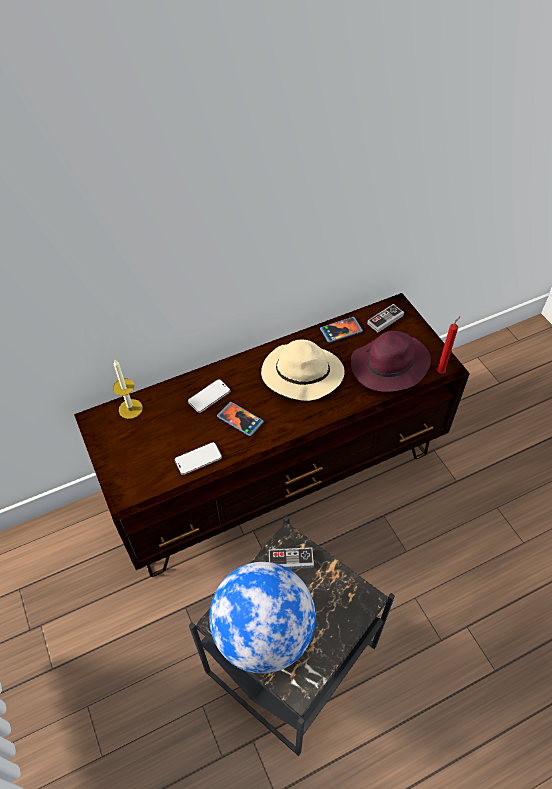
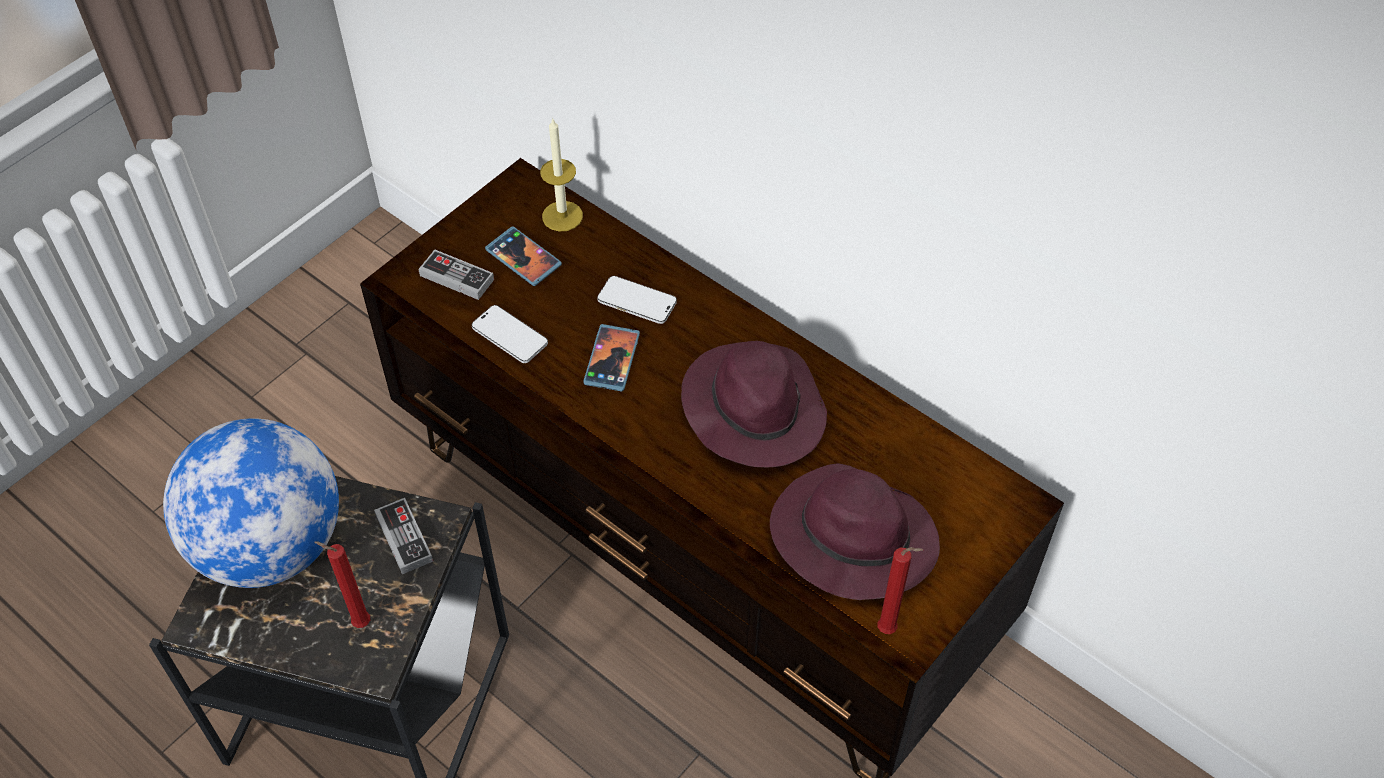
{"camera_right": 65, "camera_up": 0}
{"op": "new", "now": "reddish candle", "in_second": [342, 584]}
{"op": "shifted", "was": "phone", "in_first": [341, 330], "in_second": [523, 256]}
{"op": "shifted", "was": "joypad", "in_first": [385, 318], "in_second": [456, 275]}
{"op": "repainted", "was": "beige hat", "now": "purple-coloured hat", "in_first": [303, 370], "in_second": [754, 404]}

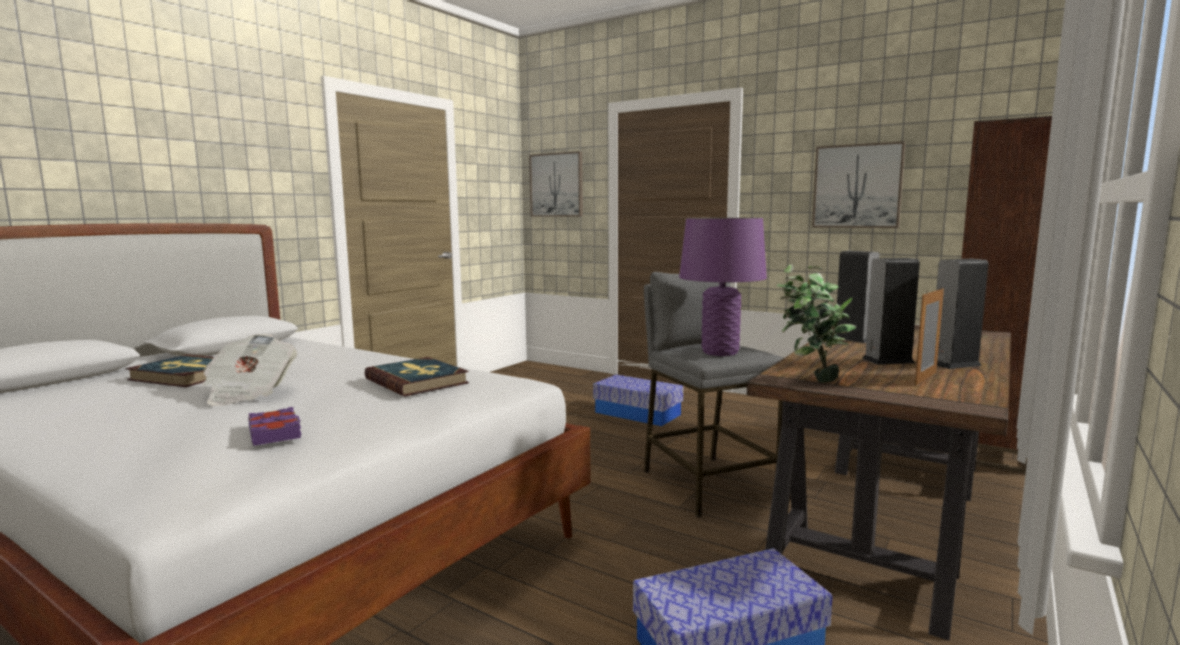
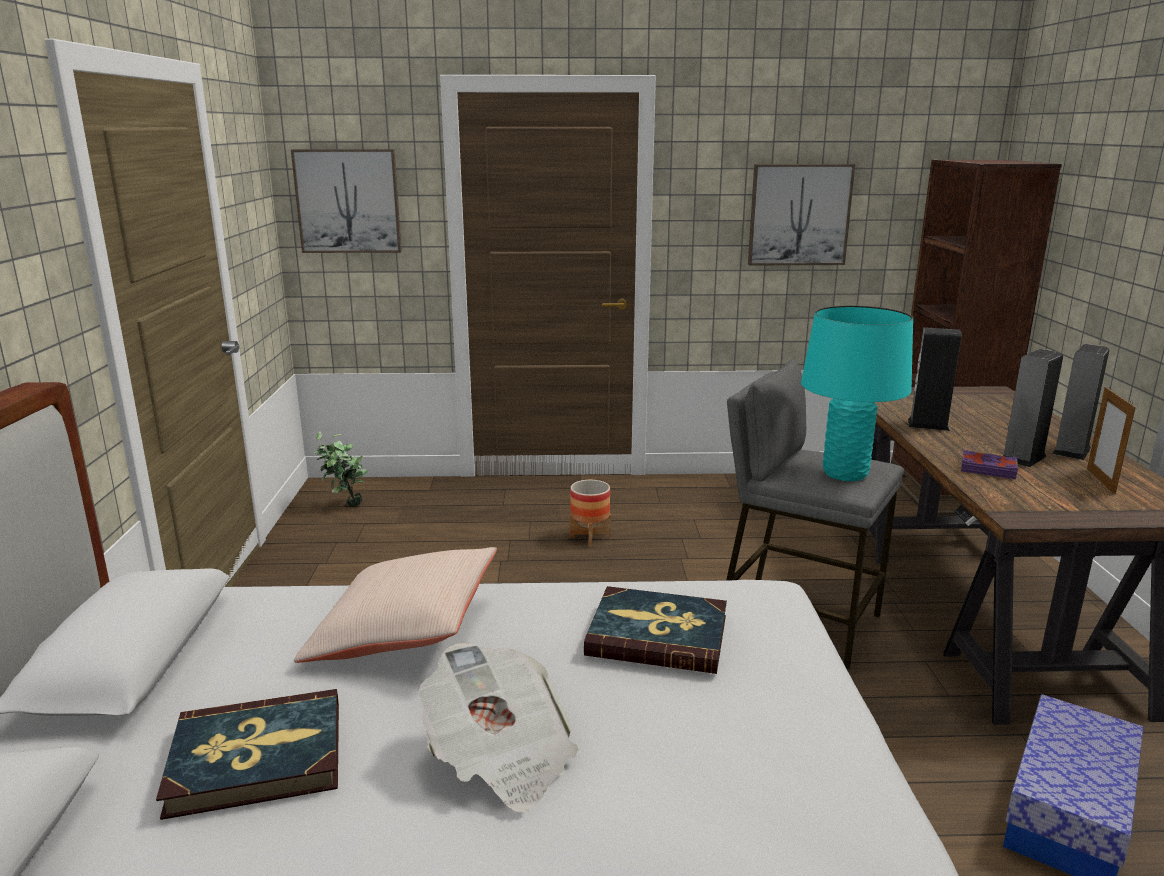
{"camera_right": -35, "camera_up": 10}
{"op": "new", "now": "beige cushion", "in_second": [395, 605]}
{"op": "shifted", "was": "purple-coloured volume", "in_first": [274, 426], "in_second": [989, 464]}
{"op": "shifted", "was": "houseplant", "in_first": [816, 323], "in_second": [340, 469]}
{"op": "swapped", "was": "storage container", "now": "flower pot", "in_first": [638, 400], "in_second": [590, 513]}
{"op": "repainted", "was": "purple-coloured table lamp", "now": "turquoise table lamp", "in_first": [723, 287], "in_second": [857, 393]}

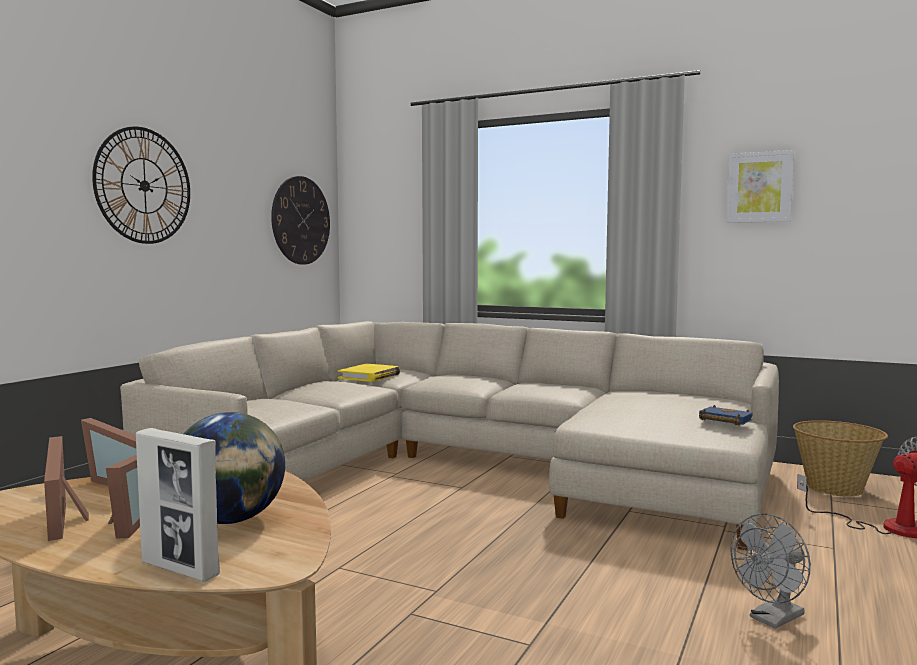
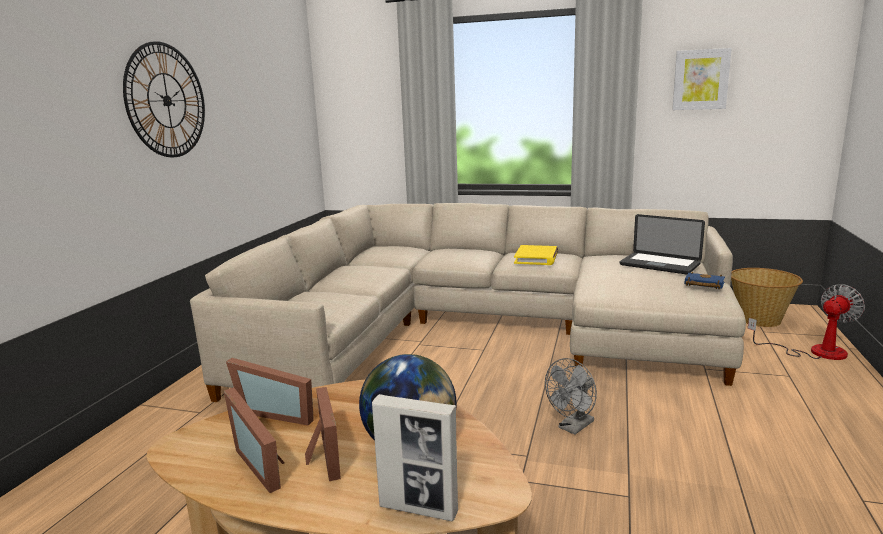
{"camera_right": -10, "camera_up": 10}
{"op": "gone", "was": "wall clock", "in_first": [300, 220]}
{"op": "new", "now": "laptop", "in_second": [662, 244]}
{"op": "shifted", "was": "yellow-coloured volume", "in_first": [369, 372], "in_second": [536, 255]}
{"op": "shifted", "was": "greyish fan", "in_first": [770, 571], "in_second": [571, 396]}

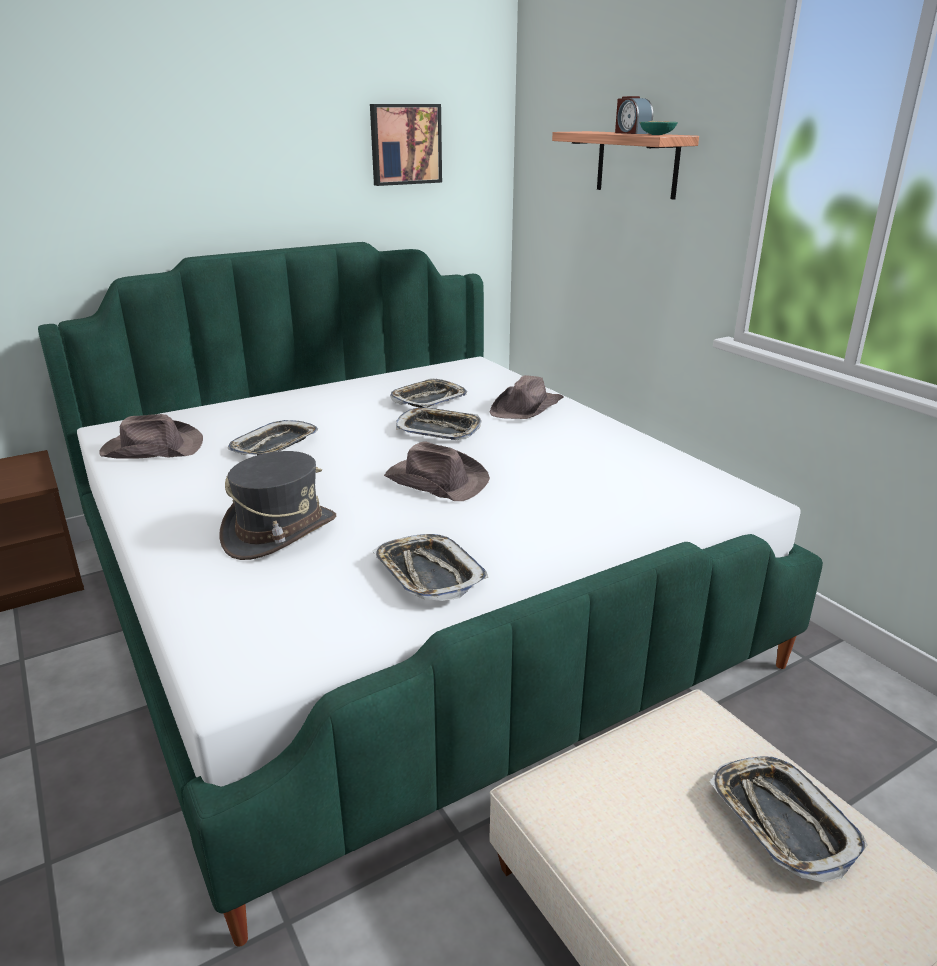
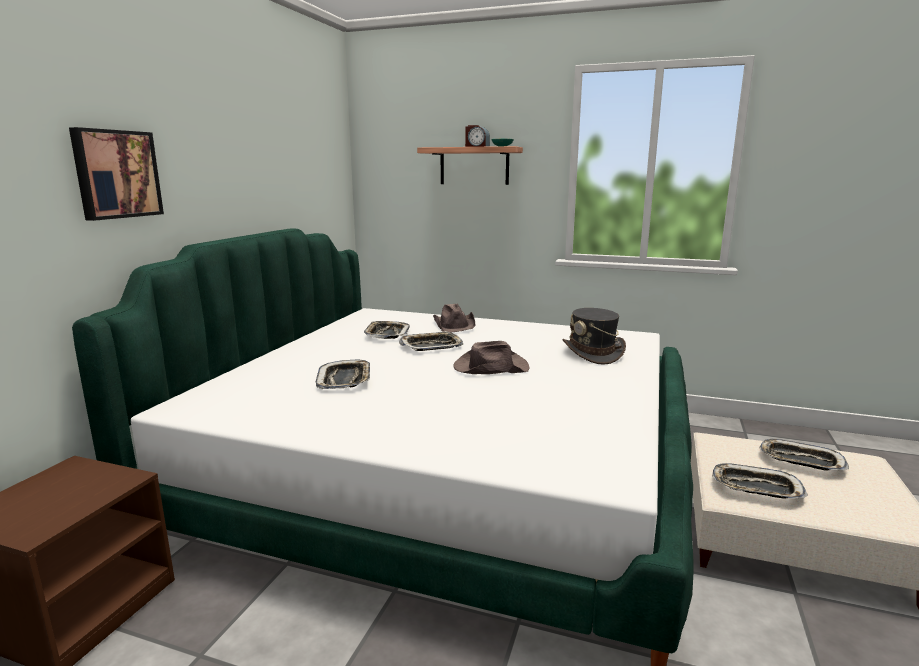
{"camera_right": -40, "camera_up": -10}
{"op": "gone", "was": "brown hat", "in_first": [151, 436]}
{"op": "shifted", "was": "greyish hat", "in_first": [277, 505], "in_second": [594, 336]}
{"op": "shifted", "was": "wall art", "in_first": [406, 145], "in_second": [116, 174]}
{"op": "shifted", "was": "serving tray", "in_first": [430, 567], "in_second": [760, 481]}

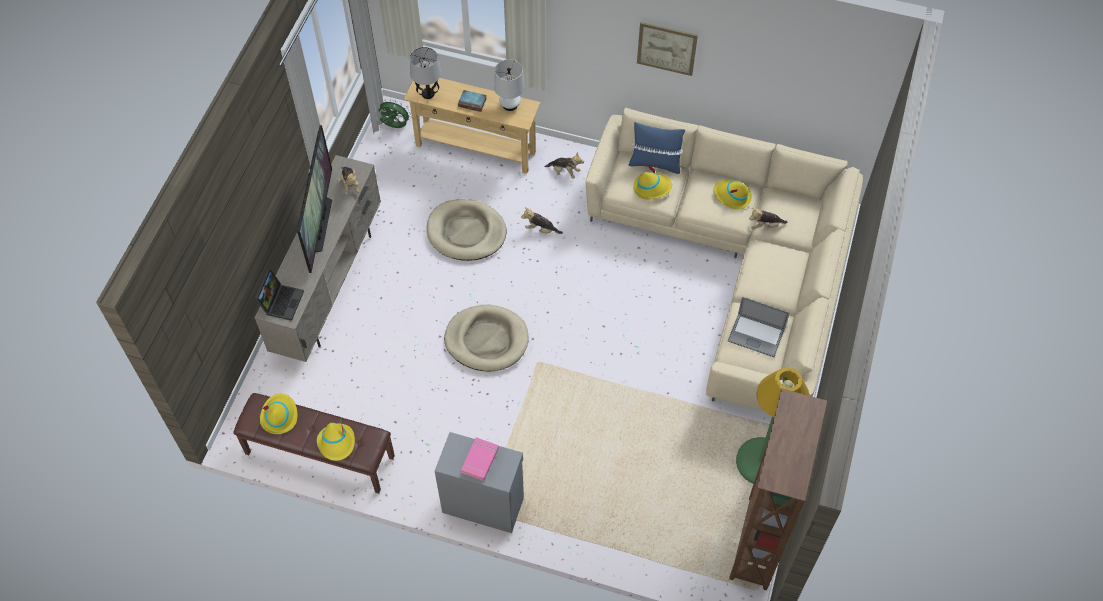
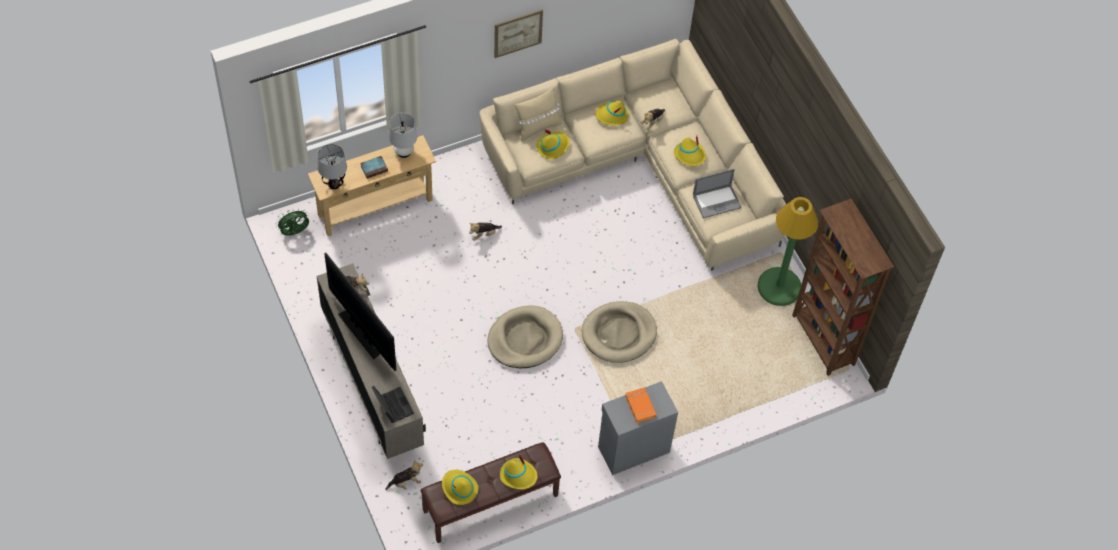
{"camera_right": -45, "camera_up": 0}
{"op": "new", "now": "yellow-coloured hat", "in_second": [690, 151]}
{"op": "shifted", "was": "beige dog cushion", "in_first": [466, 230], "in_second": [619, 332]}
{"op": "shifted", "was": "soft toy", "in_first": [564, 165], "in_second": [404, 475]}
{"op": "repainted", "was": "pink-coloured volume", "now": "orange-coloured volume", "in_first": [480, 459], "in_second": [640, 405]}
{"op": "repainted", "was": "blue-coloured cushion", "now": "beige cushion", "in_first": [656, 148], "in_second": [538, 114]}

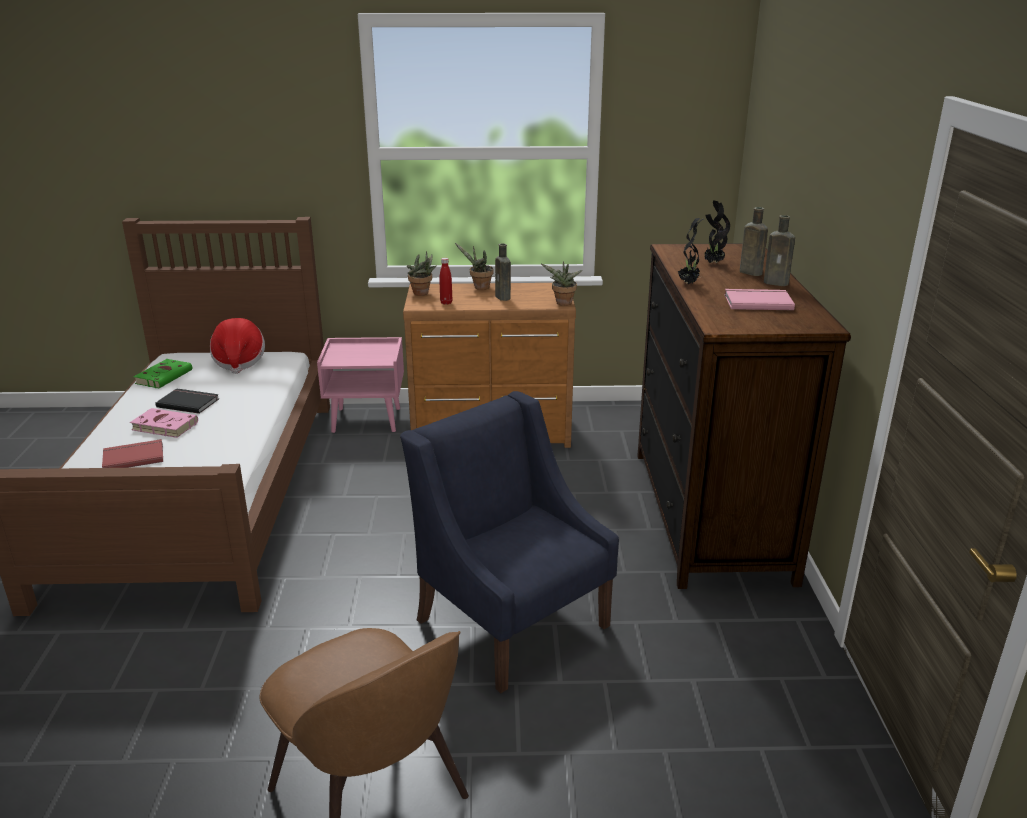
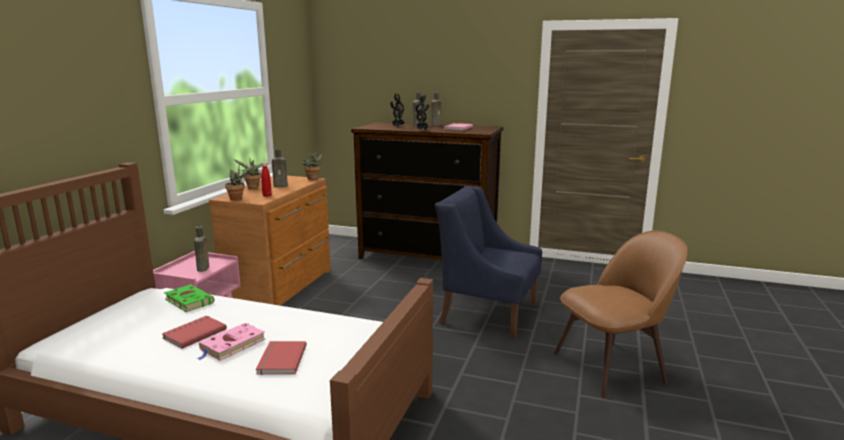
{"camera_right": -70, "camera_up": -10}
{"op": "gone", "was": "hat", "in_first": [237, 346]}
{"op": "new", "now": "brown drink bottle", "in_second": [201, 249]}
{"op": "shifted", "was": "green-coloured volume", "in_first": [163, 373], "in_second": [189, 298]}
{"op": "repainted", "was": "black volume", "now": "reddish volume", "in_first": [187, 401], "in_second": [194, 332]}
{"op": "rotated", "was": "blue-coloured armchair", "in_first": [509, 542], "in_second": [488, 262], "clockwise": 45}

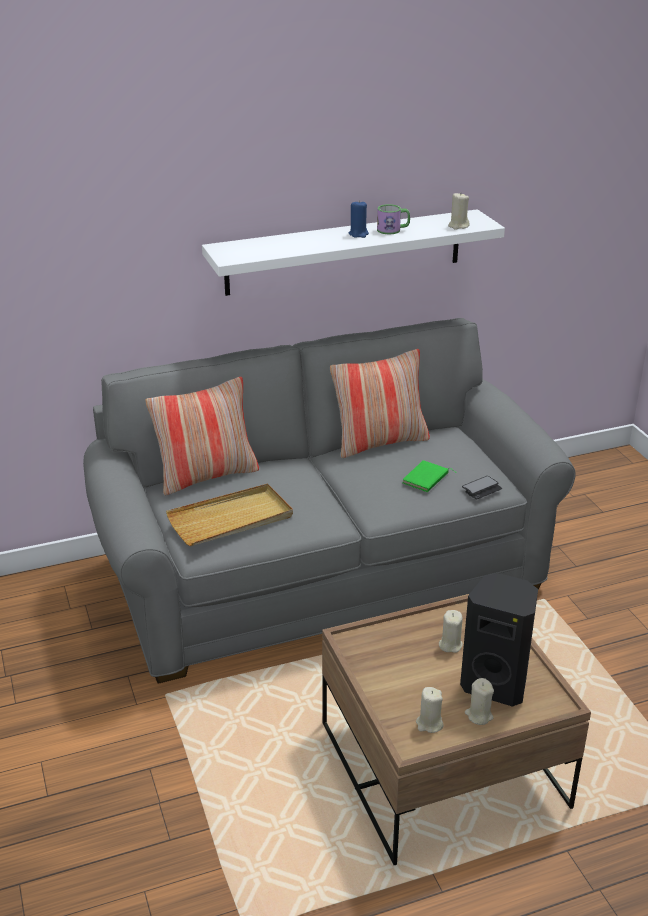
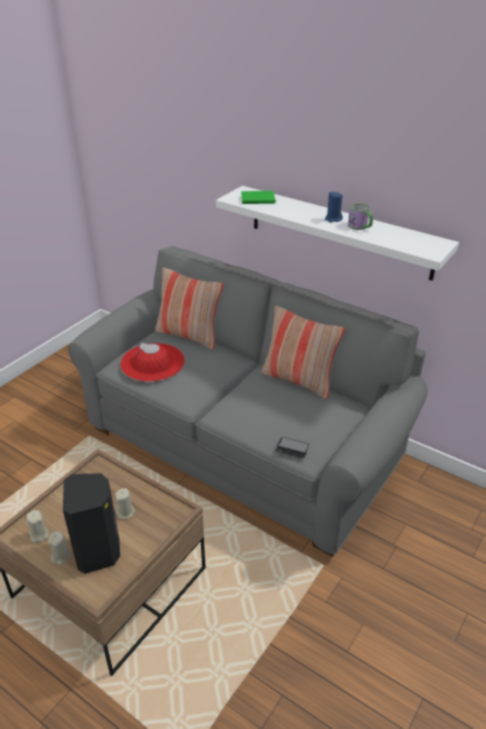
{"camera_right": 55, "camera_up": 5}
{"op": "gone", "was": "beige candle", "in_first": [459, 211]}
{"op": "shifted", "was": "green-coloured volume", "in_first": [429, 476], "in_second": [258, 197]}
{"op": "swapped", "was": "beige serving tray", "now": "reddish hat", "in_first": [229, 515], "in_second": [152, 362]}

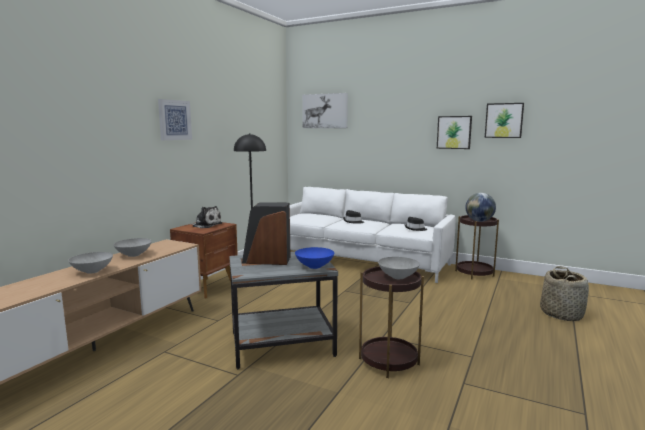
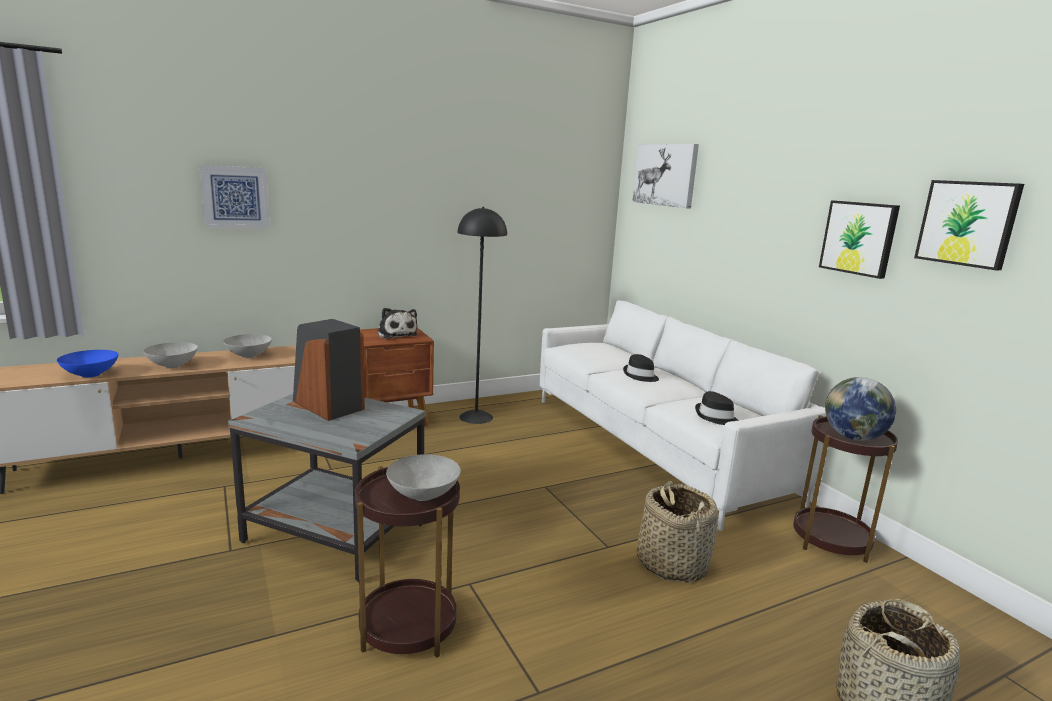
{"camera_right": 35, "camera_up": 5}
{"op": "new", "now": "storage basket", "in_second": [677, 532]}
{"op": "shifted", "was": "wall art", "in_first": [175, 119], "in_second": [235, 196]}
{"op": "shifted", "was": "blue-coloured deep dish", "in_first": [314, 258], "in_second": [87, 364]}

